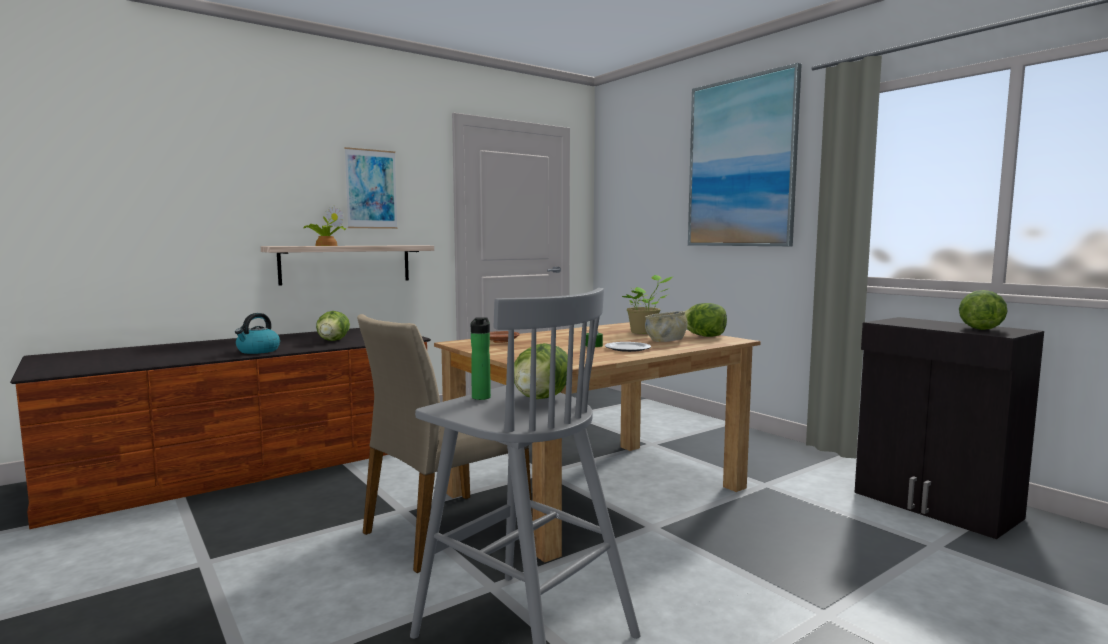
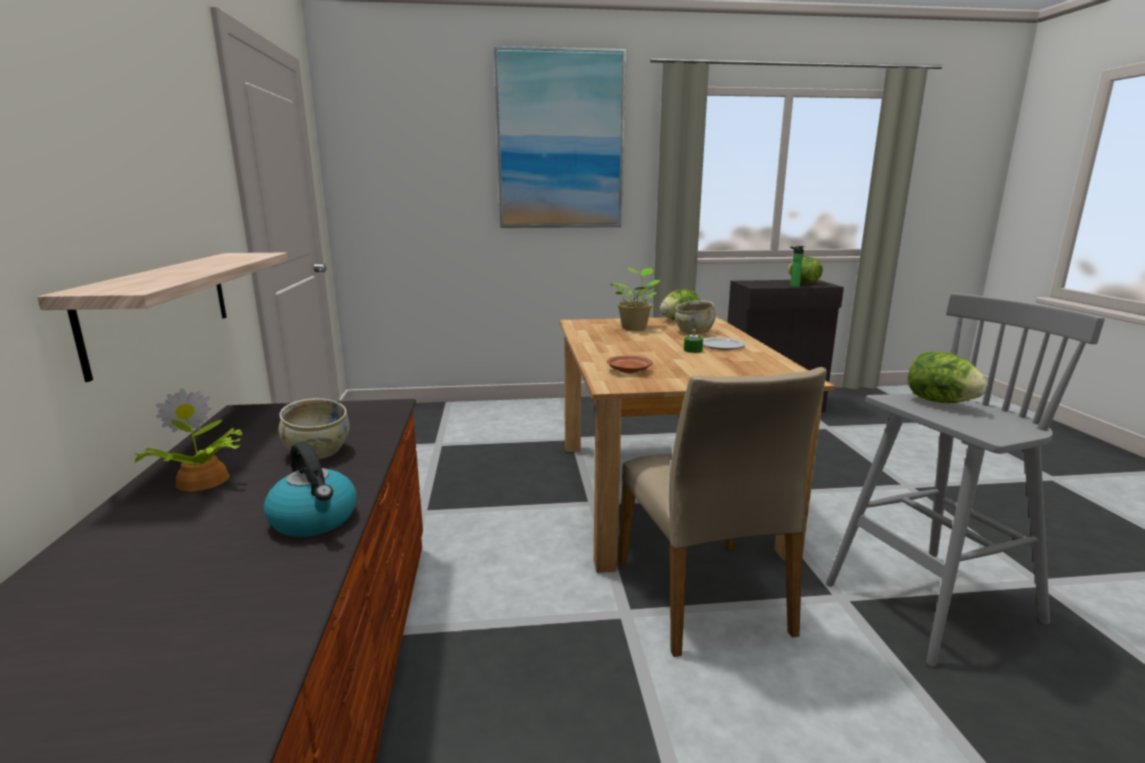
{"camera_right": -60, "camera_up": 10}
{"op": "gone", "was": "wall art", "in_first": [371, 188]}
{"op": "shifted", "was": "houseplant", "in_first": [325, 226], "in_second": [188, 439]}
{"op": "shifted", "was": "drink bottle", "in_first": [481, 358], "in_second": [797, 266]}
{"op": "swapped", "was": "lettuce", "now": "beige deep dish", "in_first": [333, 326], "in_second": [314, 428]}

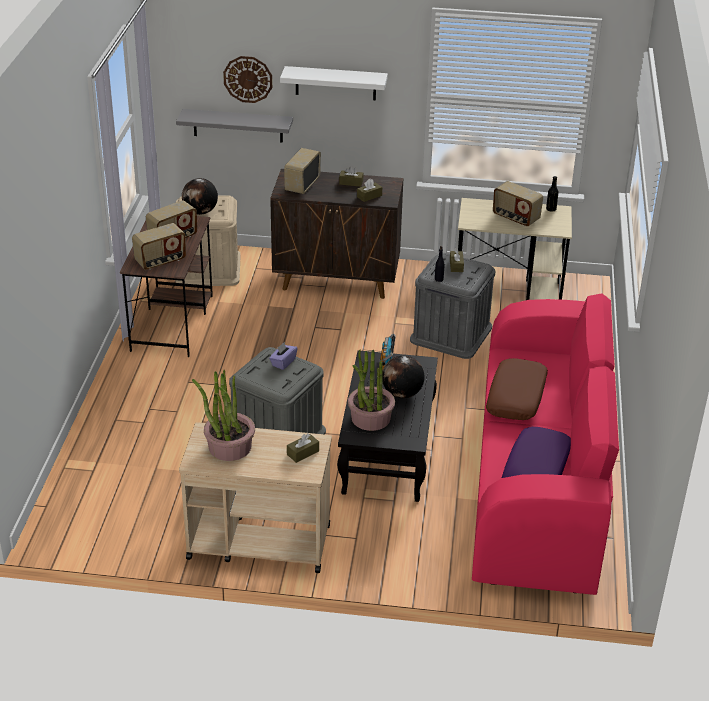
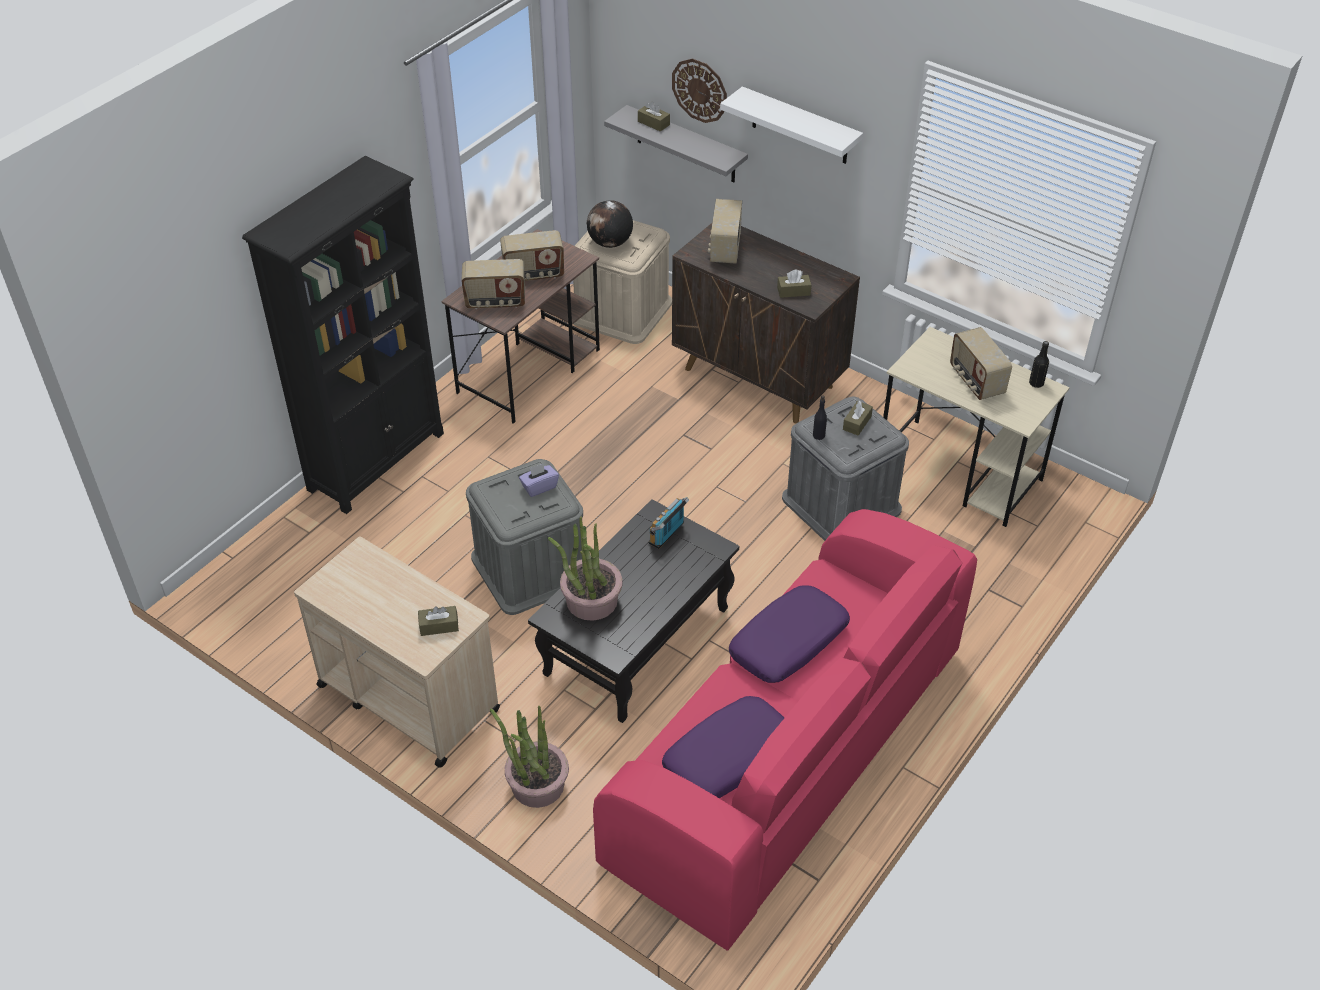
{"camera_right": 30, "camera_up": 10}
{"op": "gone", "was": "desk globe", "in_first": [403, 377]}
{"op": "new", "now": "black bookcase", "in_second": [343, 335]}
{"op": "shifted", "was": "houseplant", "in_first": [223, 415], "in_second": [529, 757]}
{"op": "shifted", "was": "brown tissue box", "in_first": [351, 176], "in_second": [654, 117]}
{"op": "repainted", "was": "brown cushion", "now": "purple-coloured cushion", "in_first": [517, 389], "in_second": [789, 634]}
{"op": "rotated", "was": "radio receiver", "in_first": [302, 171], "in_second": [725, 231], "clockwise": -45}

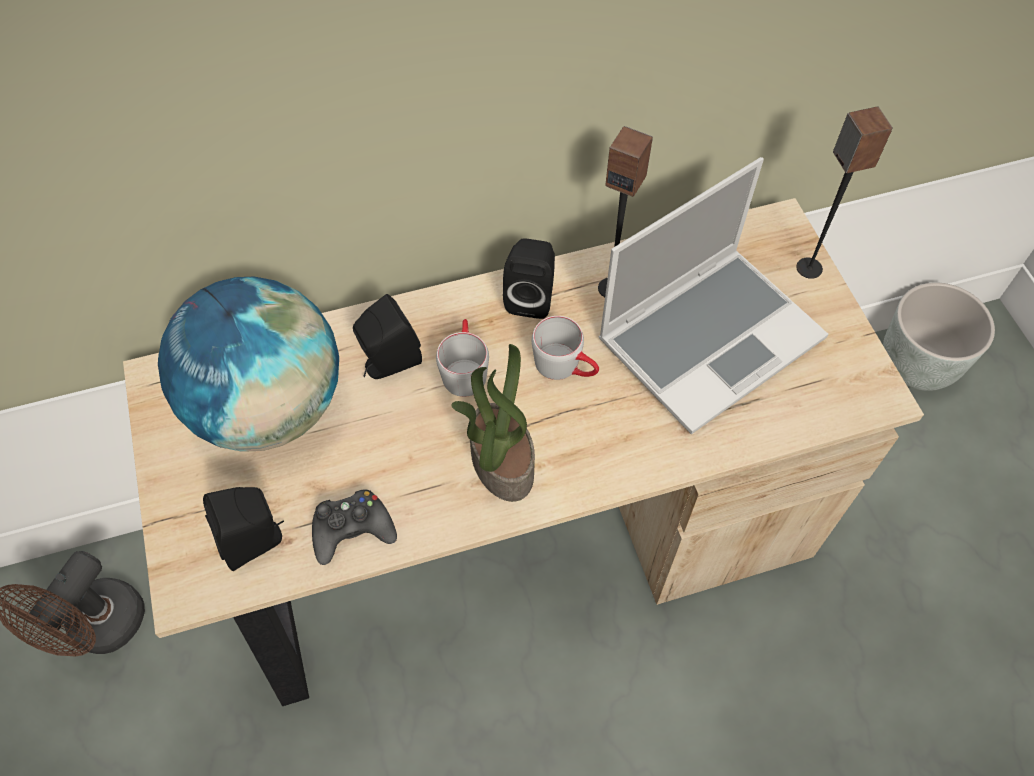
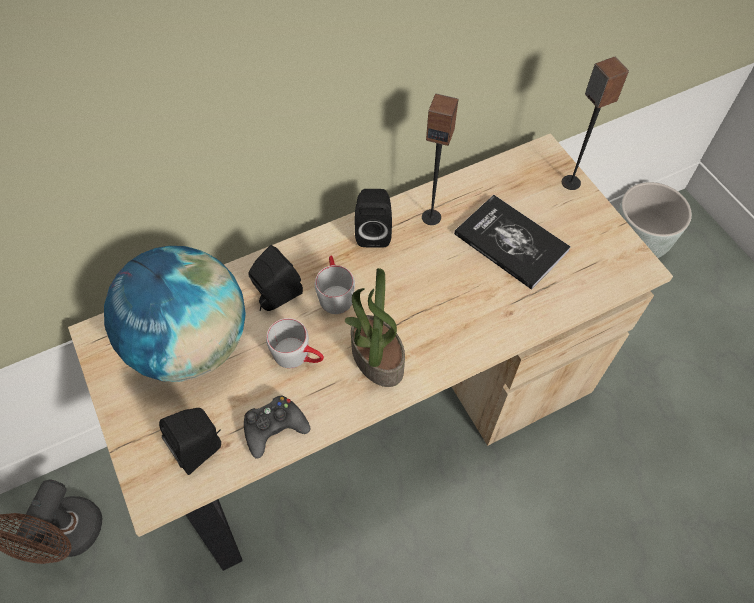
{"camera_right": -10, "camera_up": 0}
{"op": "shifted", "was": "greyish tea mug", "in_first": [565, 348], "in_second": [295, 343]}
{"op": "swapped", "was": "laptop", "now": "volume", "in_first": [713, 295], "in_second": [512, 242]}

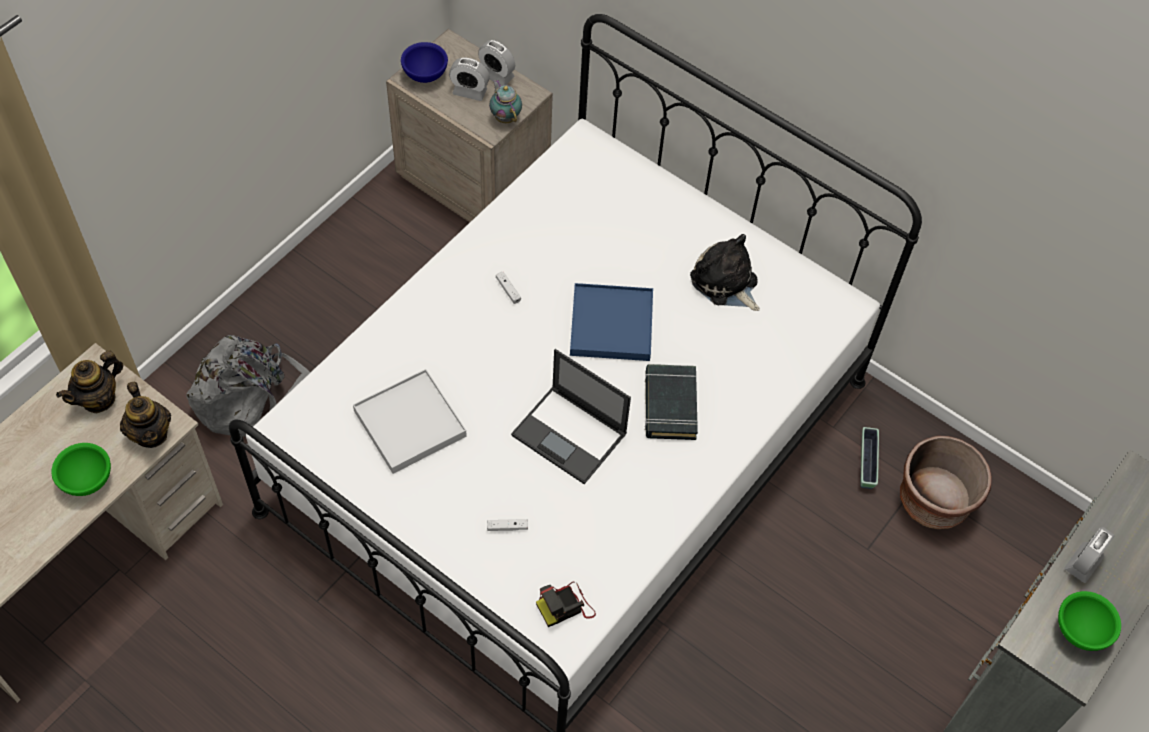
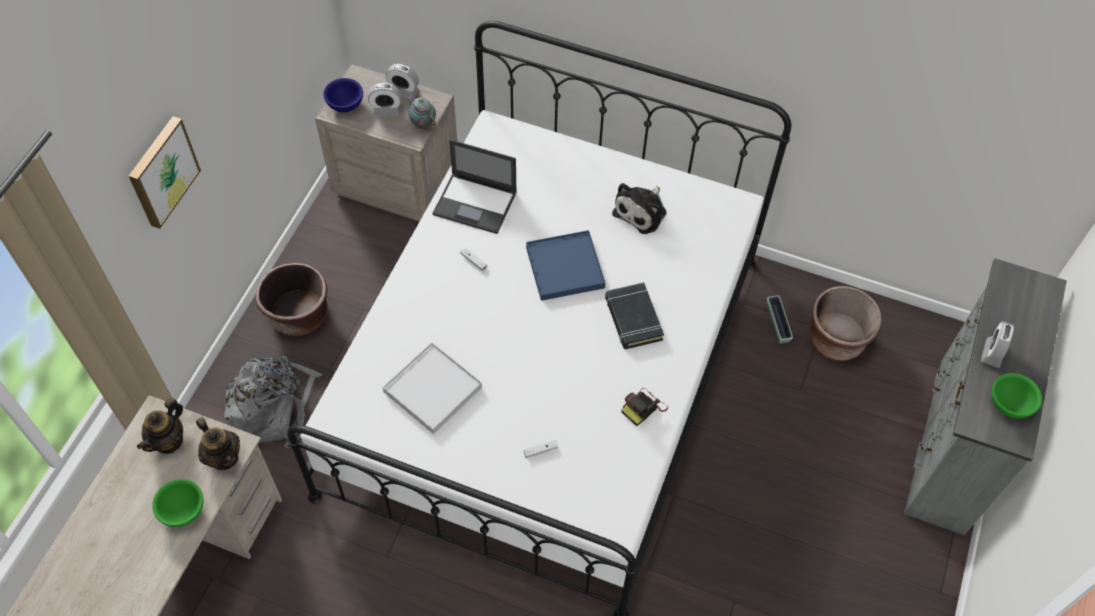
{"camera_right": -15, "camera_up": 0}
{"op": "new", "now": "wall art", "in_second": [165, 172]}
{"op": "new", "now": "brown flower pot", "in_second": [292, 299]}
{"op": "shifted", "was": "laptop", "in_first": [571, 416], "in_second": [475, 186]}
{"op": "shifted", "was": "photo camera", "in_first": [566, 604], "in_second": [644, 407]}
{"op": "rotated", "was": "soft toy", "in_first": [725, 272], "in_second": [639, 208], "clockwise": -90}

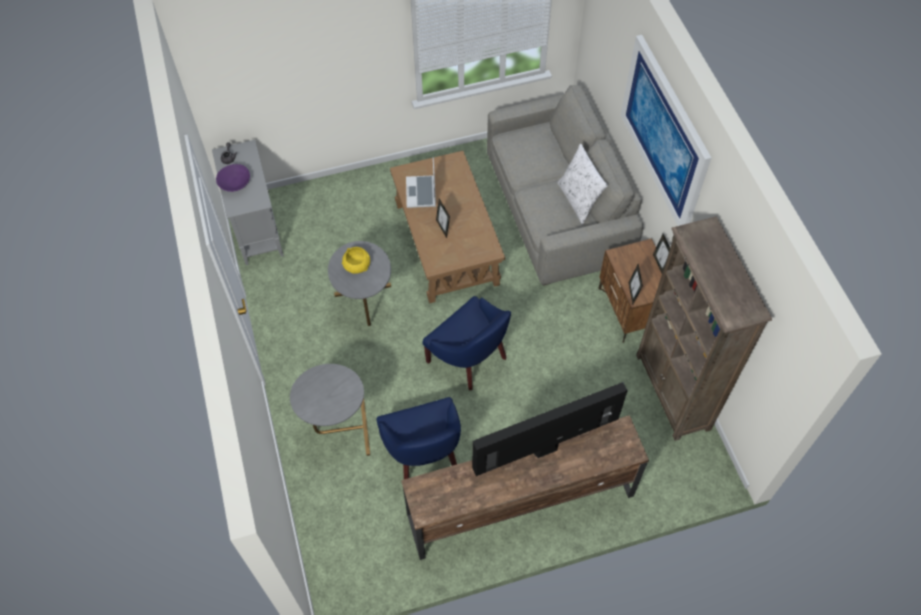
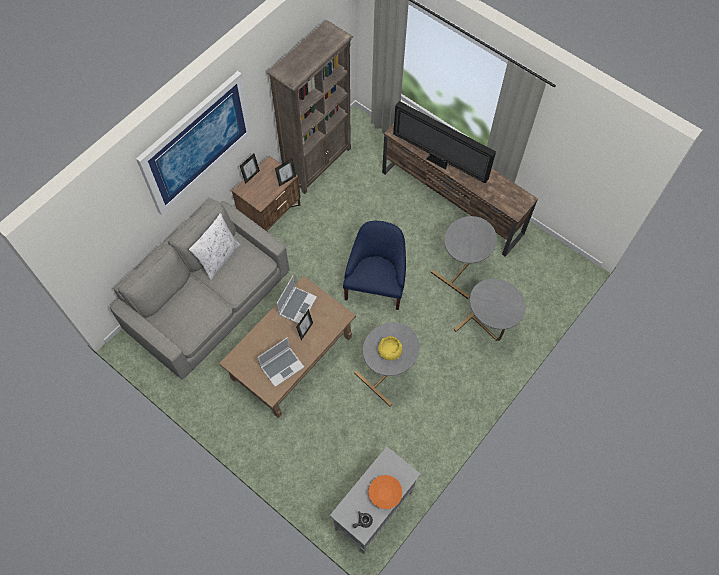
{"camera_right": -125, "camera_up": 5}
{"op": "new", "now": "laptop", "in_second": [297, 300]}
{"op": "swapped", "was": "blue-coloured armchair", "now": "greyish accent table", "in_first": [419, 438], "in_second": [463, 257]}
{"op": "repainted", "was": "purple-coloured deep dish", "now": "orange-coloured deep dish", "in_first": [233, 178], "in_second": [385, 492]}

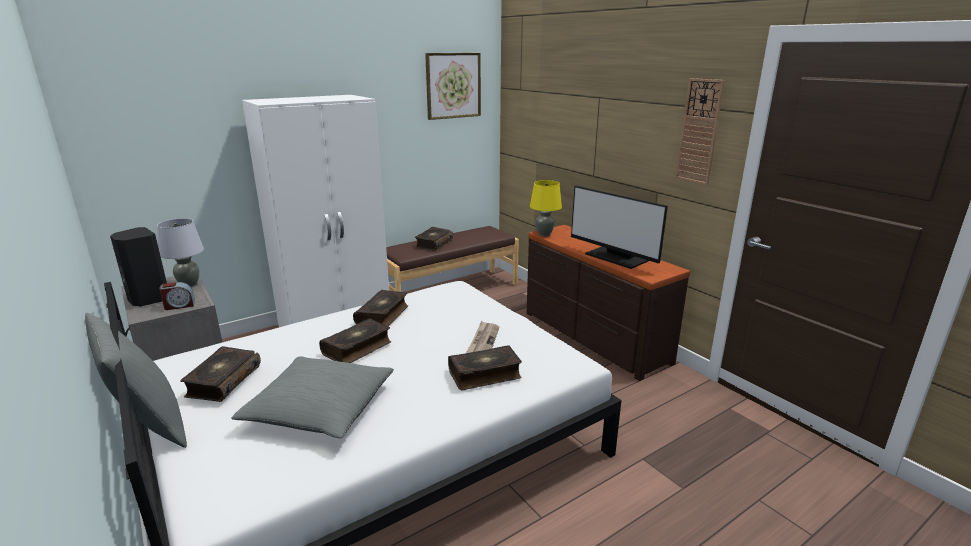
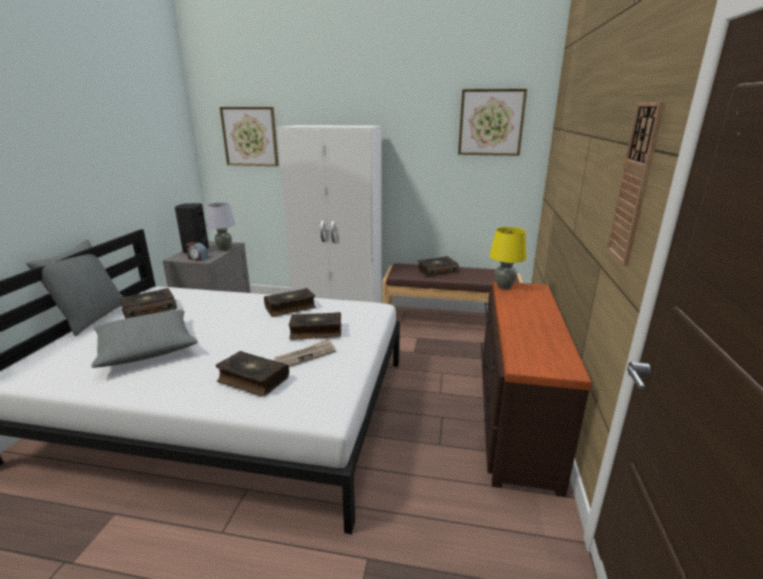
{"camera_right": 45, "camera_up": 0}
{"op": "gone", "was": "computer screen", "in_first": [619, 227]}
{"op": "new", "now": "wall art", "in_second": [249, 136]}
{"op": "shifted", "was": "volume", "in_first": [355, 340], "in_second": [315, 326]}

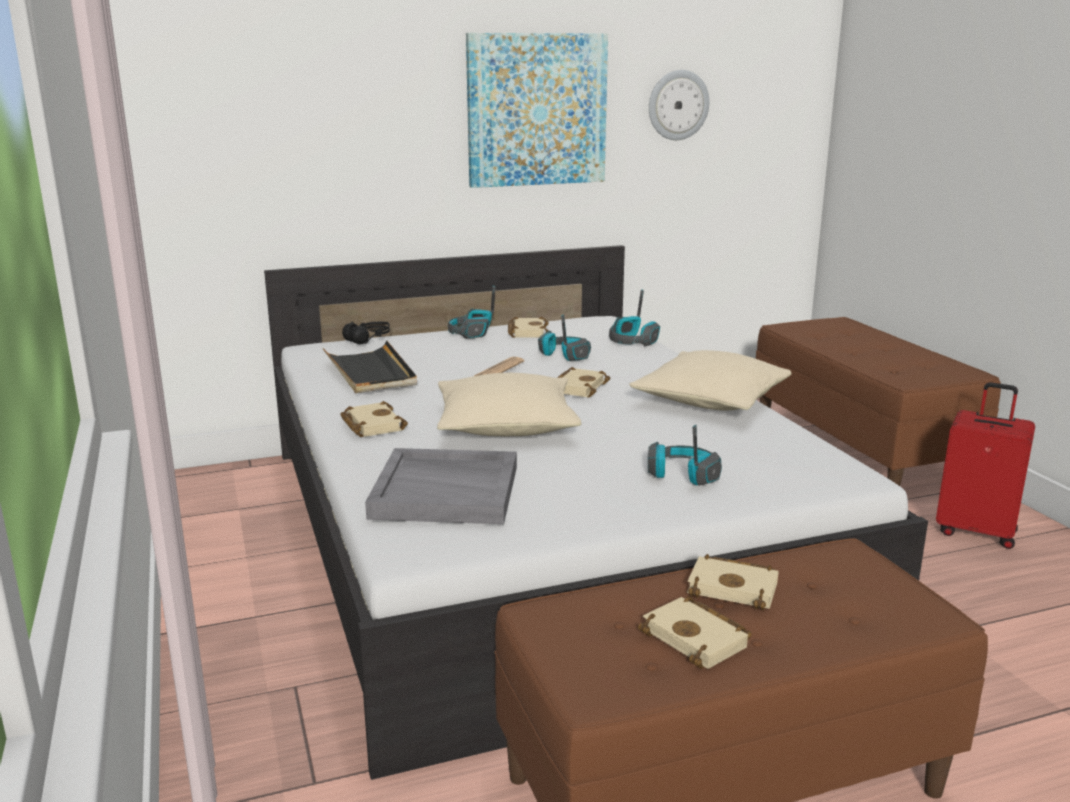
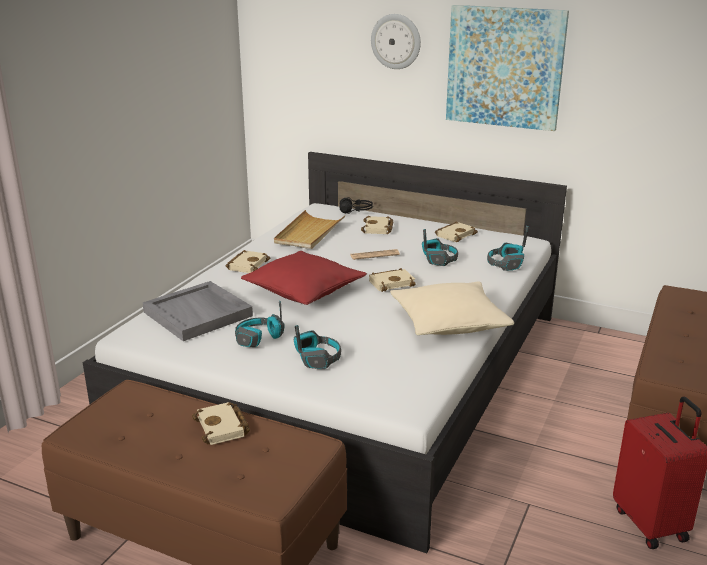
{"camera_right": 45, "camera_up": 5}
{"op": "shifted", "was": "headphones", "in_first": [472, 312], "in_second": [259, 324]}
{"op": "shifted", "was": "beige volume", "in_first": [695, 632], "in_second": [377, 225]}
{"op": "shifted", "was": "wall clock", "in_first": [679, 105], "in_second": [396, 41]}
{"op": "repainted", "was": "black serving tray", "now": "beige serving tray", "in_first": [370, 366], "in_second": [309, 229]}
{"op": "repainted", "was": "beige cushion", "now": "reddish cushion", "in_first": [509, 404], "in_second": [304, 278]}

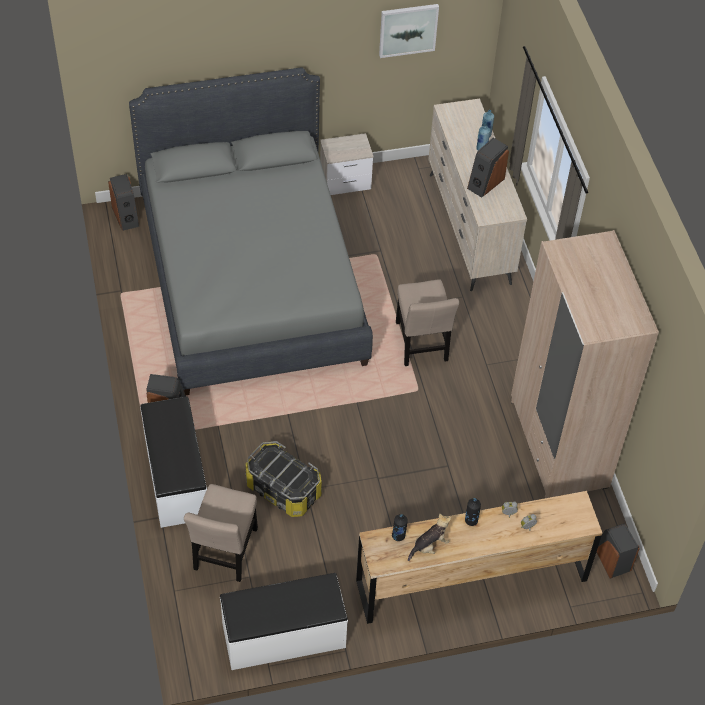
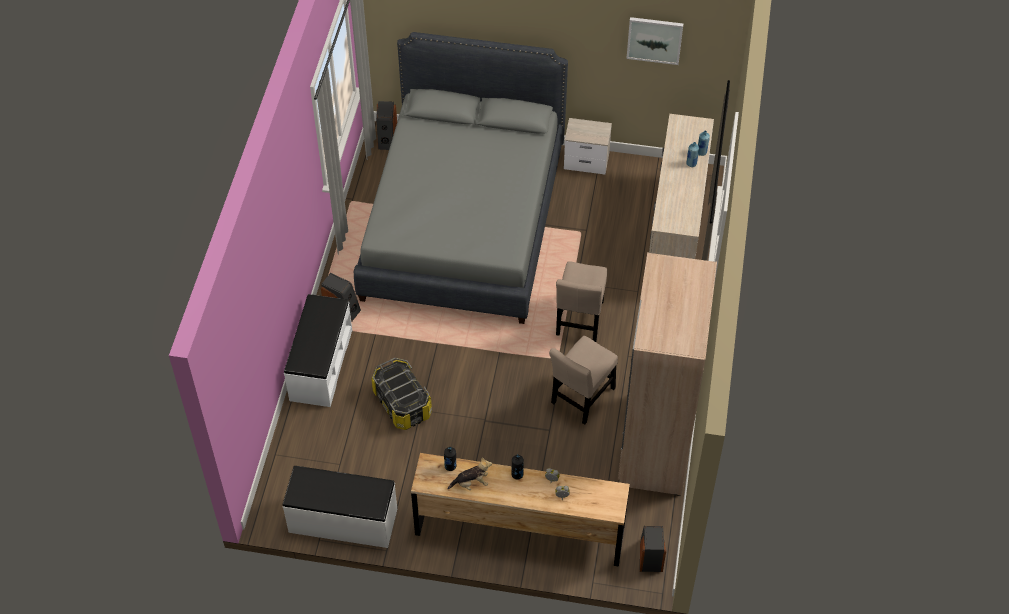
{"camera_right": 25, "camera_up": 0}
{"op": "gone", "was": "audio speaker", "in_first": [488, 167]}
{"op": "shifted", "was": "beige plain chair", "in_first": [221, 533], "in_second": [583, 380]}

